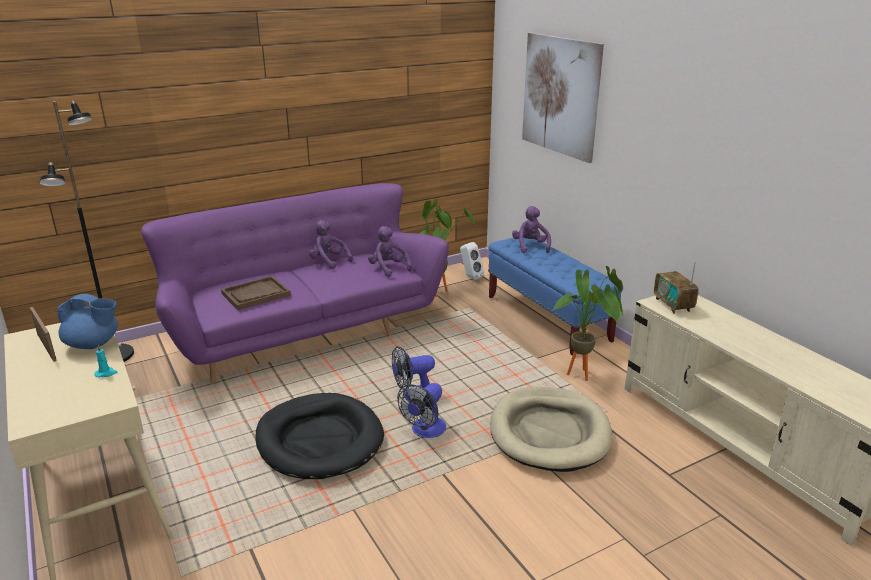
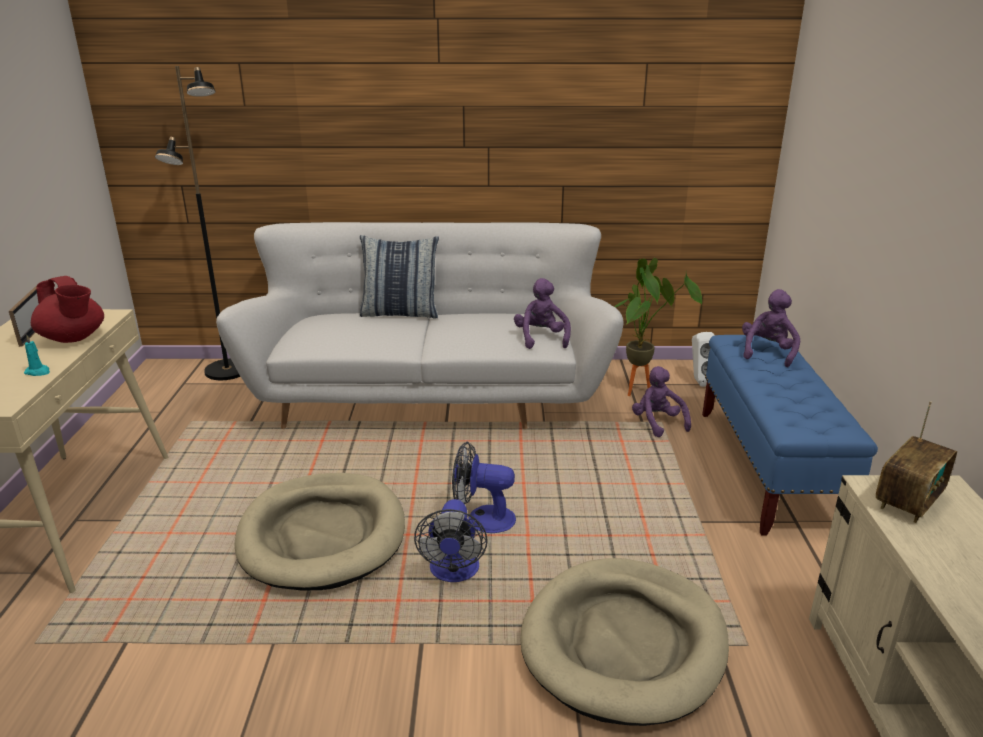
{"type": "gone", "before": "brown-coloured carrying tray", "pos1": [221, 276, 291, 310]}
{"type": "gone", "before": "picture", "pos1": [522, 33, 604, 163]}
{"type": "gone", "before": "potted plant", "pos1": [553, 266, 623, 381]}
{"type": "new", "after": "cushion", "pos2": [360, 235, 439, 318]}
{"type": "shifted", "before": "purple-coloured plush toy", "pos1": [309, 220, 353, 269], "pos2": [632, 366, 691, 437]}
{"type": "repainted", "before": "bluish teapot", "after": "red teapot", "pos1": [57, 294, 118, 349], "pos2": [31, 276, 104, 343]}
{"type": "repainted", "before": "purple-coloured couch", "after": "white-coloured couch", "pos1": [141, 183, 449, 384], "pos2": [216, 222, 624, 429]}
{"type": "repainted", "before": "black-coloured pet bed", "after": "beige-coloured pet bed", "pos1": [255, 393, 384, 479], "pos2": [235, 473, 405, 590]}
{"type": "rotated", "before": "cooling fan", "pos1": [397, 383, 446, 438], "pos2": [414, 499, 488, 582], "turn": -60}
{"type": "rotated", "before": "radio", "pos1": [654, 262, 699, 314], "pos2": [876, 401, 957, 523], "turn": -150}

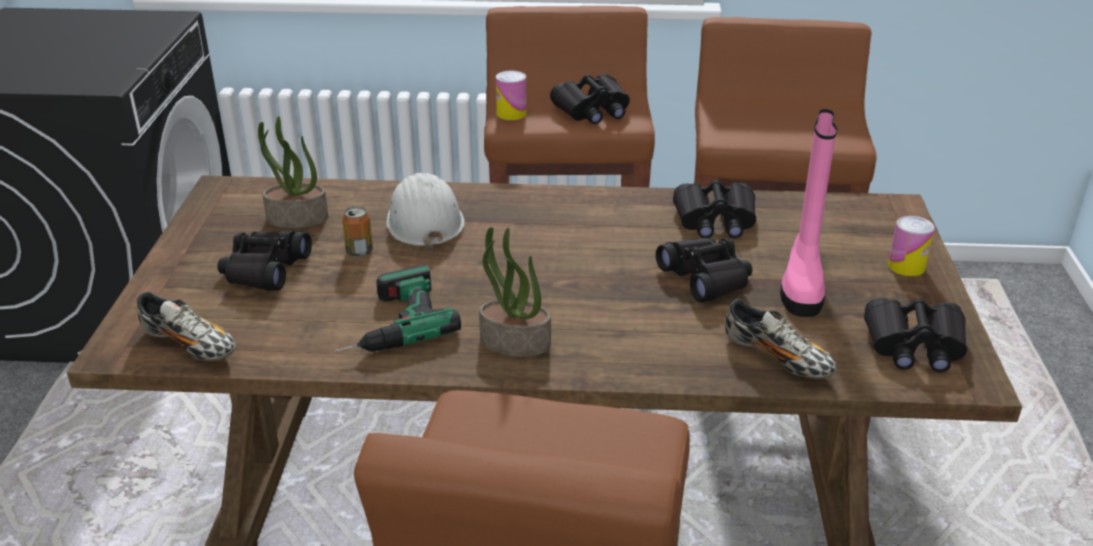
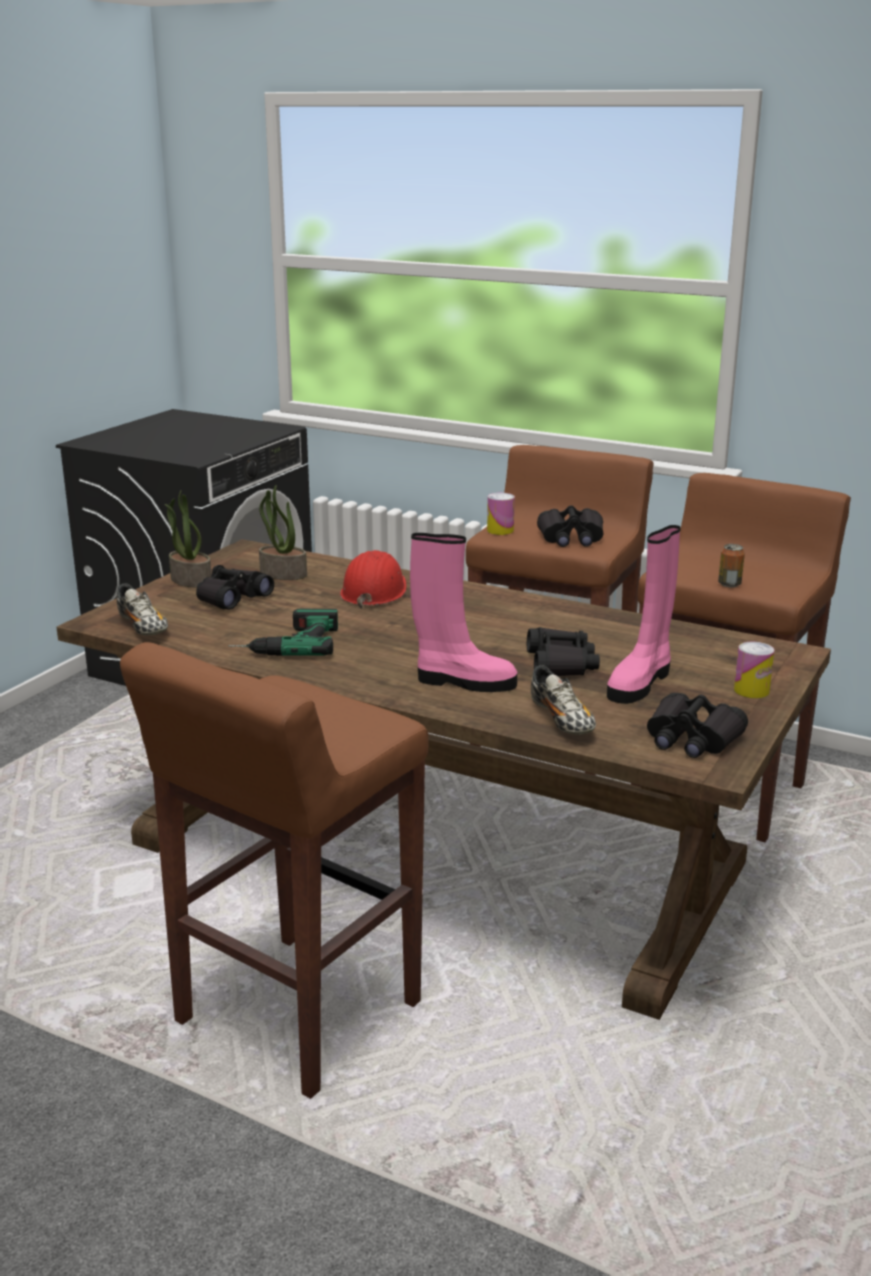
{"type": "gone", "before": "black-coloured field glasses", "pos1": [673, 180, 756, 238]}
{"type": "new", "after": "pinkish boot", "pos2": [410, 533, 517, 692]}
{"type": "shifted", "before": "can", "pos1": [342, 206, 373, 257], "pos2": [718, 544, 745, 587]}
{"type": "shifted", "before": "potted plant", "pos1": [479, 227, 551, 356], "pos2": [165, 491, 211, 588]}
{"type": "repainted", "before": "white-coloured work helmet", "after": "red work helmet", "pos1": [386, 173, 465, 250], "pos2": [340, 550, 406, 609]}

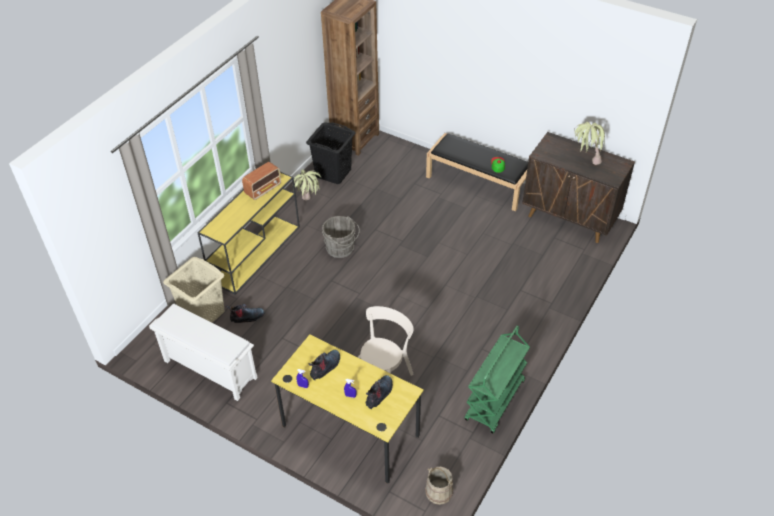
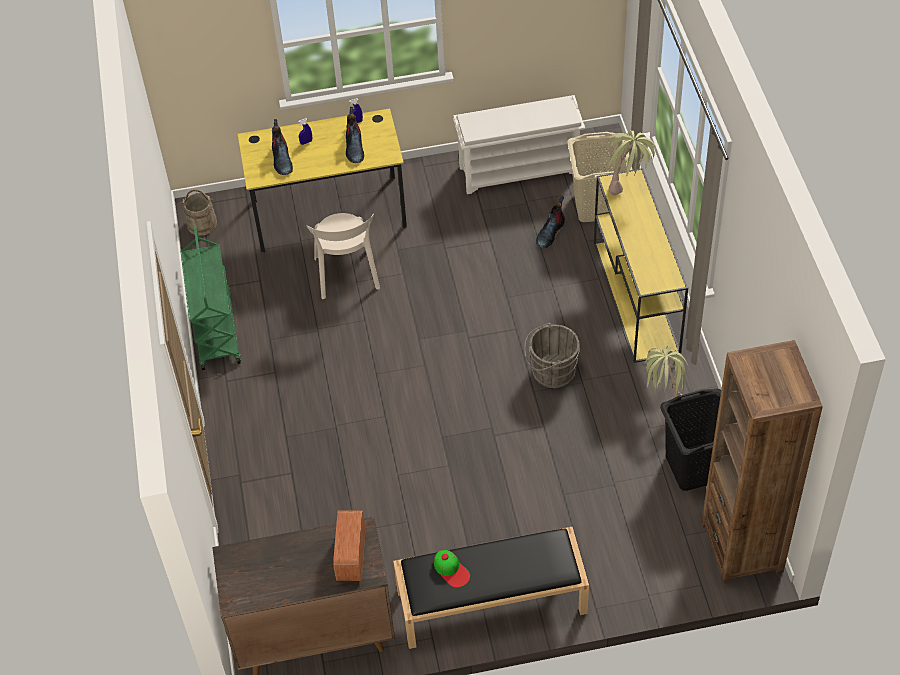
{"type": "shifted", "before": "radio", "pos1": [242, 162, 281, 200], "pos2": [333, 510, 365, 581]}
{"type": "shifted", "before": "potted plant", "pos1": [574, 122, 605, 165], "pos2": [608, 131, 657, 195]}

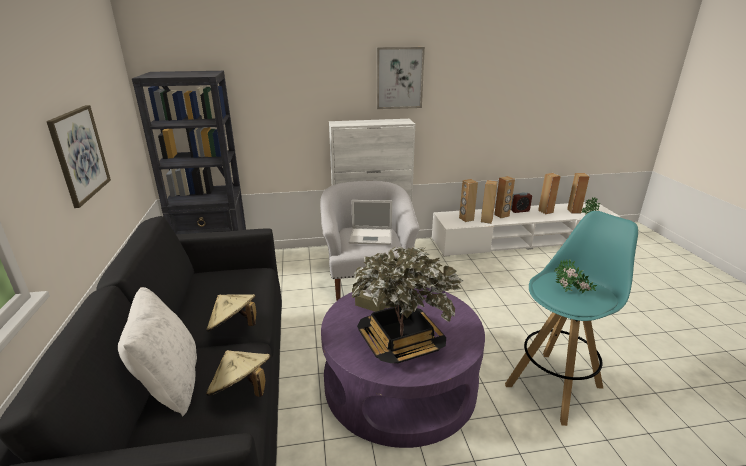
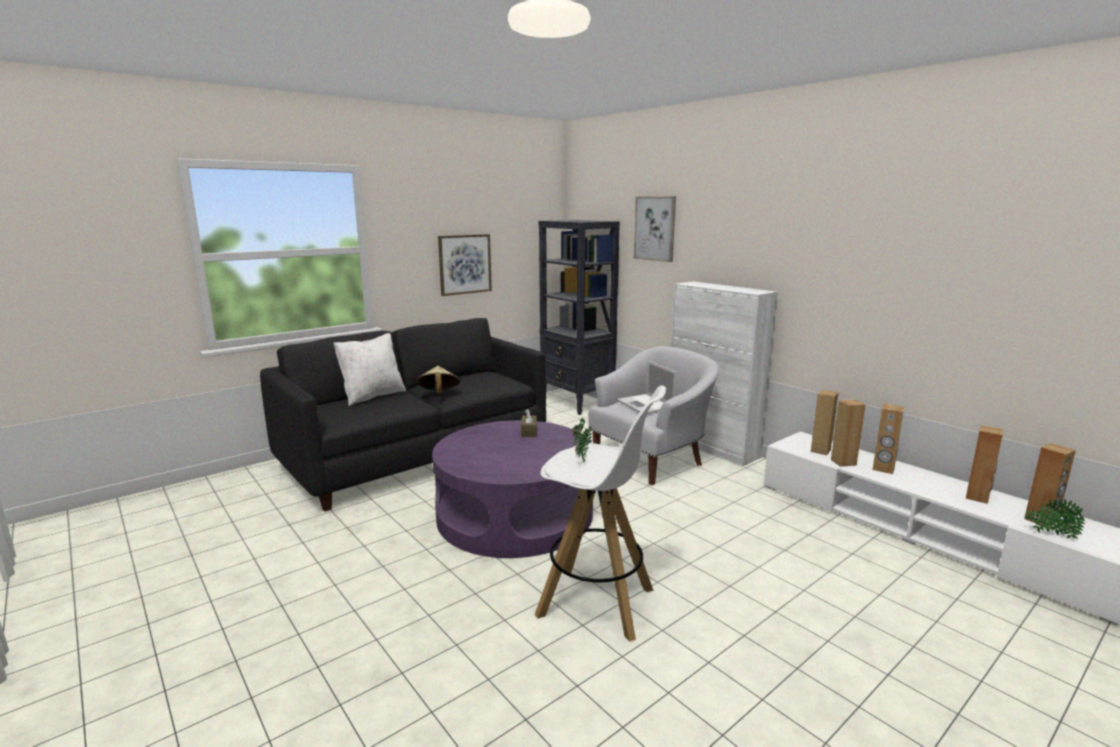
{"type": "gone", "before": "beige-coloured hat", "pos1": [206, 350, 270, 397]}
{"type": "gone", "before": "potted plant", "pos1": [351, 246, 463, 363]}
{"type": "gone", "before": "bedside clock", "pos1": [511, 192, 532, 213]}
{"type": "shifted", "before": "picture", "pos1": [377, 47, 425, 109], "pos2": [634, 196, 676, 262]}
{"type": "repainted", "before": "turquoise stool", "after": "white-coloured stool", "pos1": [505, 211, 638, 426], "pos2": [535, 386, 667, 642]}

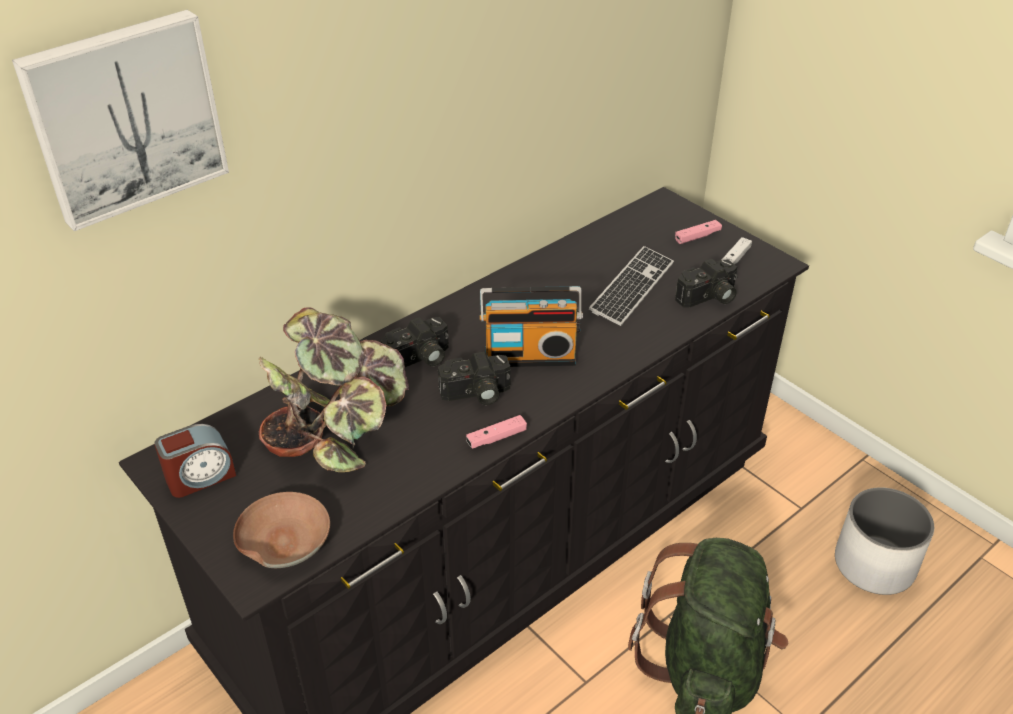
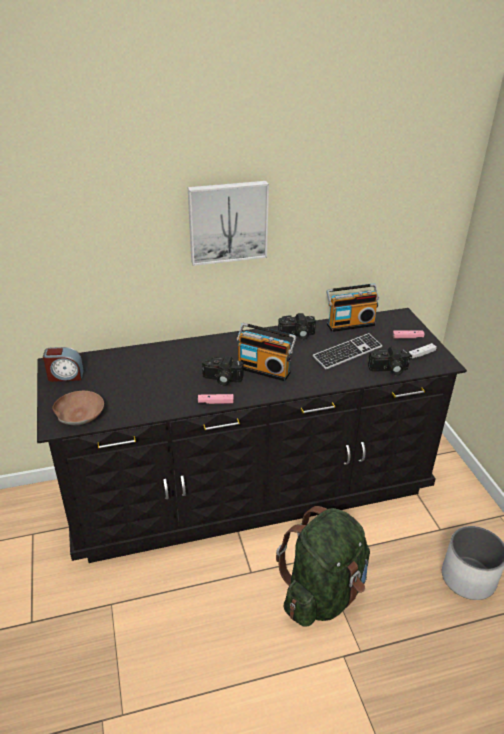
{"type": "gone", "before": "potted plant", "pos1": [259, 307, 409, 472]}
{"type": "new", "after": "radio", "pos2": [326, 283, 379, 332]}
{"type": "shifted", "before": "picture", "pos1": [12, 10, 229, 231], "pos2": [188, 181, 269, 266]}
{"type": "shifted", "before": "still camera", "pos1": [380, 317, 449, 367], "pos2": [278, 313, 316, 339]}

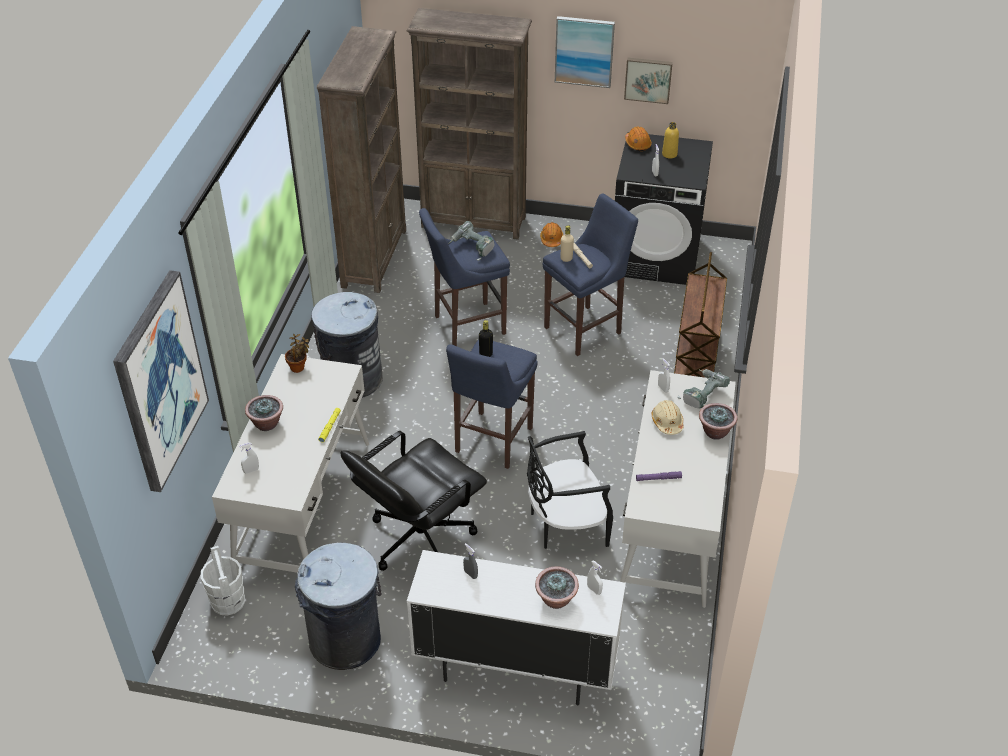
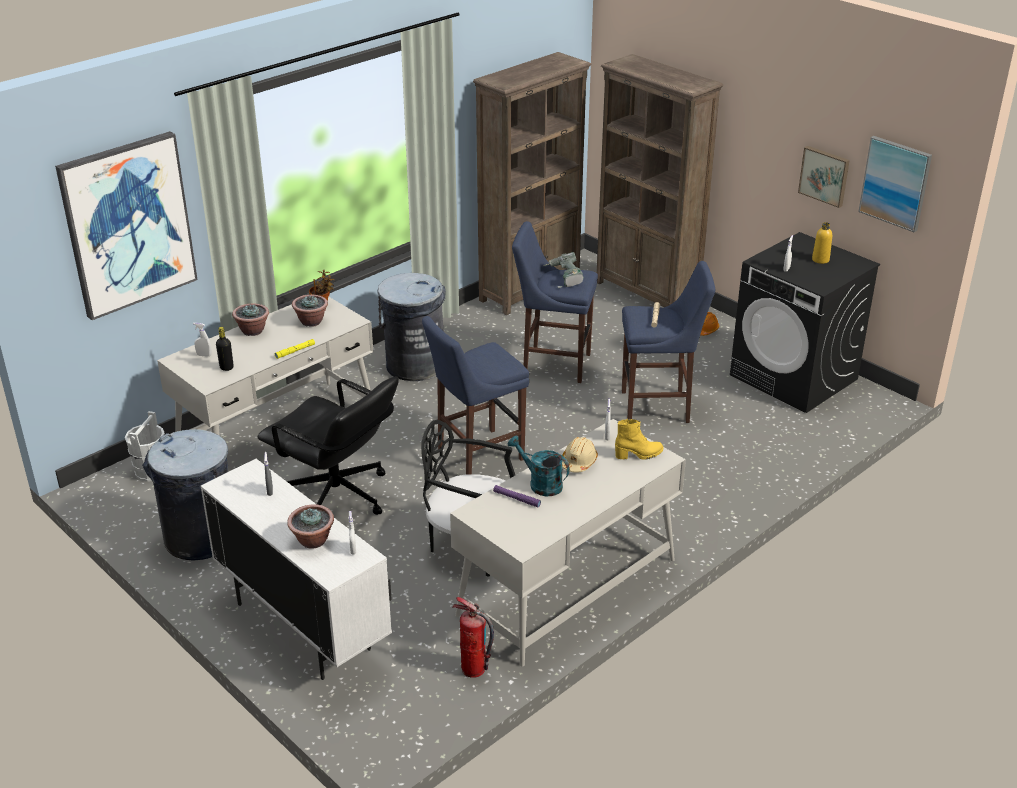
{"type": "gone", "before": "beige-coloured bottle", "pos1": [561, 225, 574, 262]}
{"type": "gone", "before": "orangey work helmet", "pos1": [625, 126, 652, 151]}
{"type": "gone", "before": "brown-coloured trolley", "pos1": [674, 252, 727, 378]}
{"type": "new", "after": "fire extinguisher", "pos2": [453, 597, 494, 678]}
{"type": "new", "after": "turquoise watering can", "pos2": [507, 435, 570, 496]}
{"type": "shifted", "before": "black-coloured bottle", "pos1": [479, 320, 493, 357], "pos2": [216, 327, 234, 371]}
{"type": "shifted", "before": "picture", "pos1": [555, 16, 615, 88], "pos2": [858, 136, 932, 232]}
{"type": "shifted", "before": "potted plant", "pos1": [699, 403, 737, 440], "pos2": [292, 295, 328, 326]}
{"type": "swapped", "before": "power drill", "after": "yellow-coloured boot", "pos1": [677, 369, 730, 408], "pos2": [615, 419, 663, 460]}
{"type": "rotated", "before": "black-coloured computer chair", "pos1": [340, 431, 487, 571], "pos2": [257, 377, 399, 515], "turn": -135}

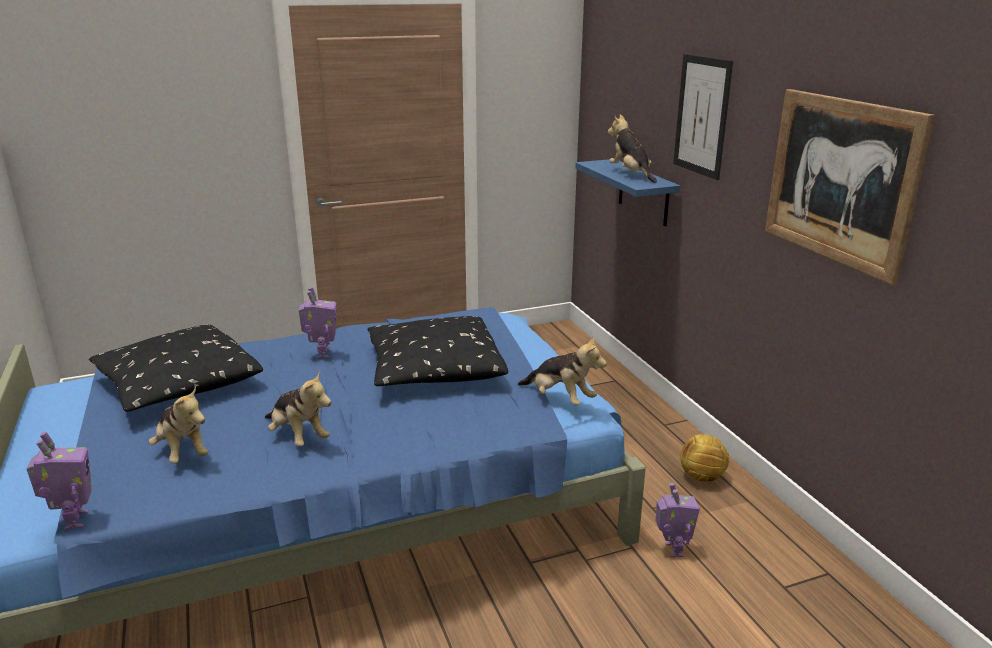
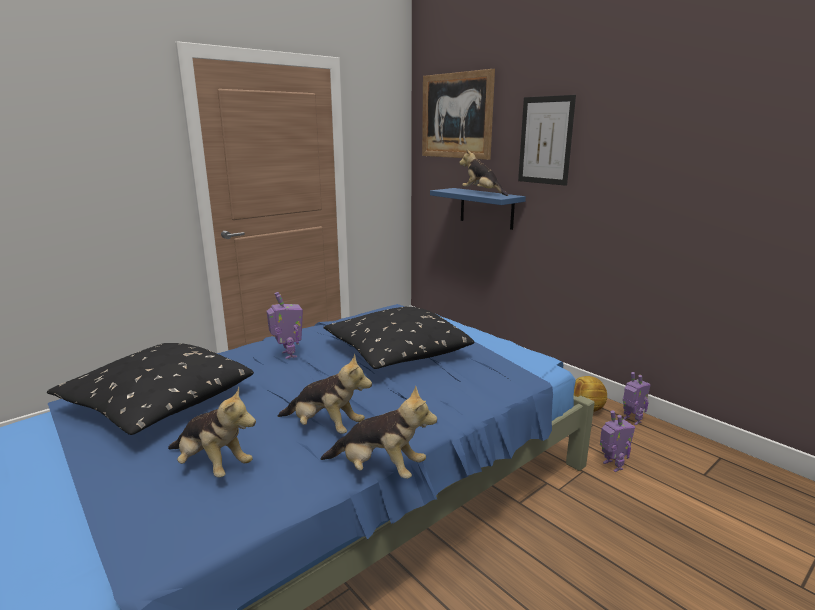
{"type": "shifted", "before": "model robot", "pos1": [27, 432, 92, 530], "pos2": [623, 372, 650, 425]}
{"type": "shifted", "before": "plush toy", "pos1": [518, 335, 607, 405], "pos2": [321, 385, 437, 479]}
{"type": "shifted", "before": "picture", "pos1": [765, 89, 935, 285], "pos2": [422, 69, 495, 160]}

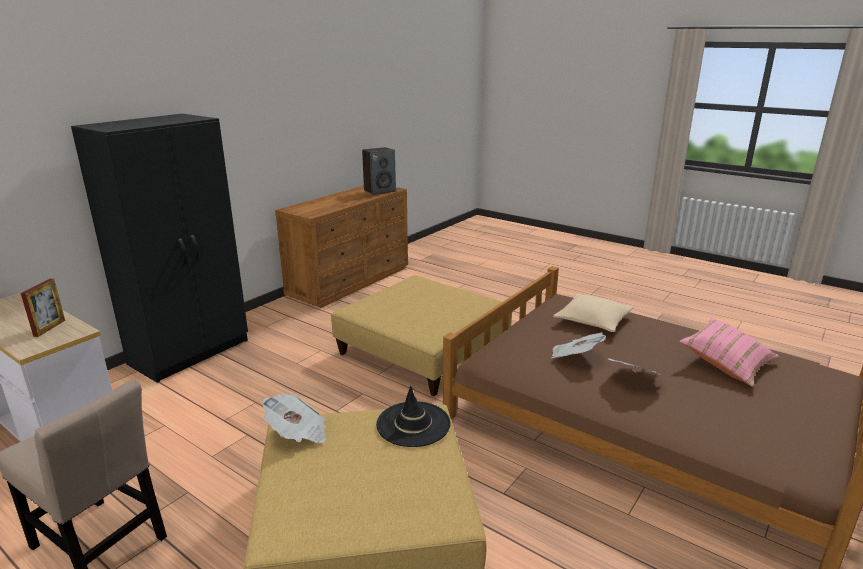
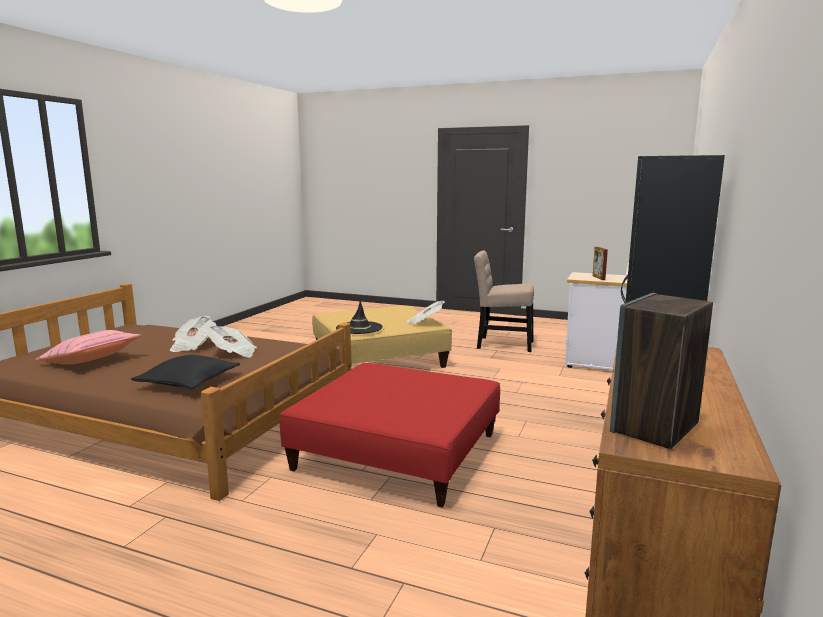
{"type": "repainted", "before": "beige-coloured ottoman", "after": "red ottoman", "pos1": [331, 276, 512, 396], "pos2": [279, 363, 500, 508]}
{"type": "repainted", "before": "beige-coloured cushion", "after": "black-coloured cushion", "pos1": [553, 294, 634, 332], "pos2": [131, 355, 240, 389]}

